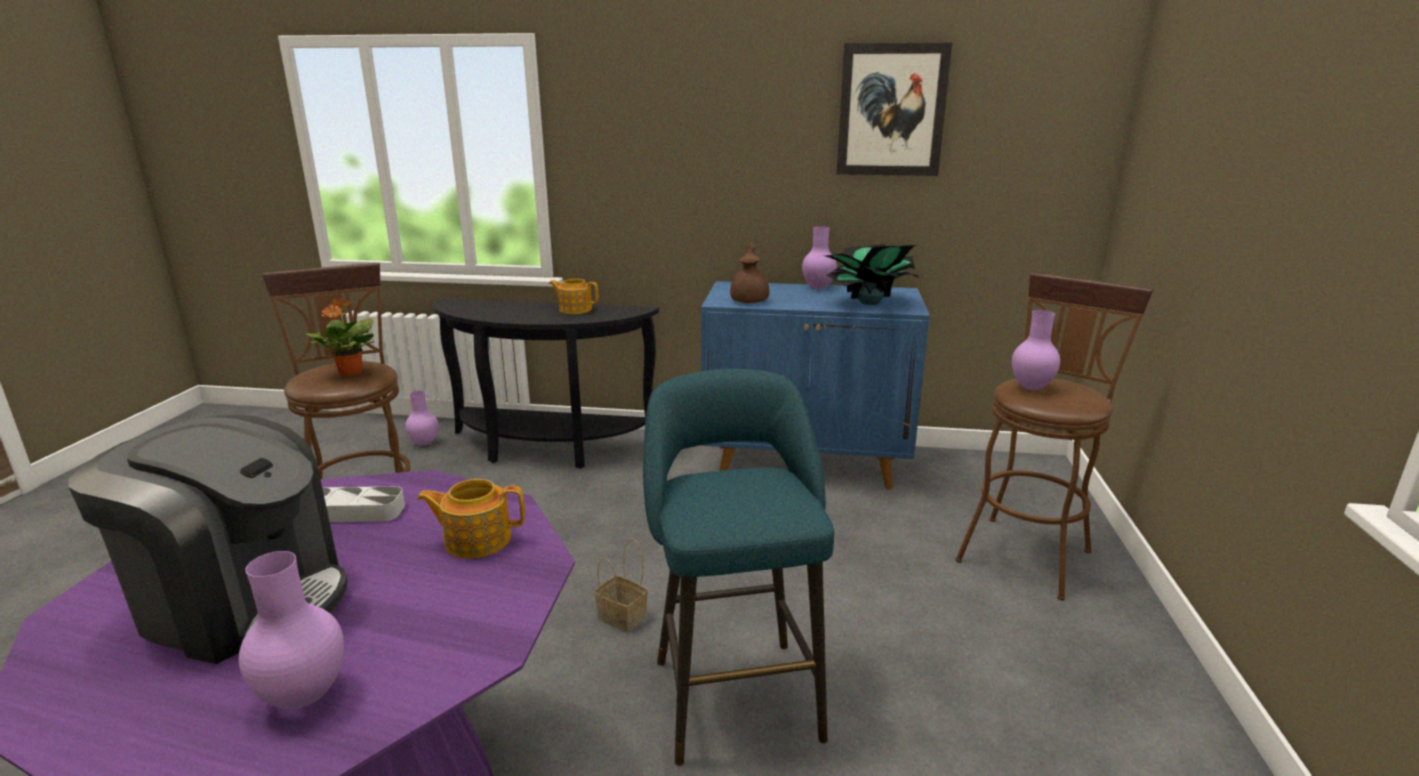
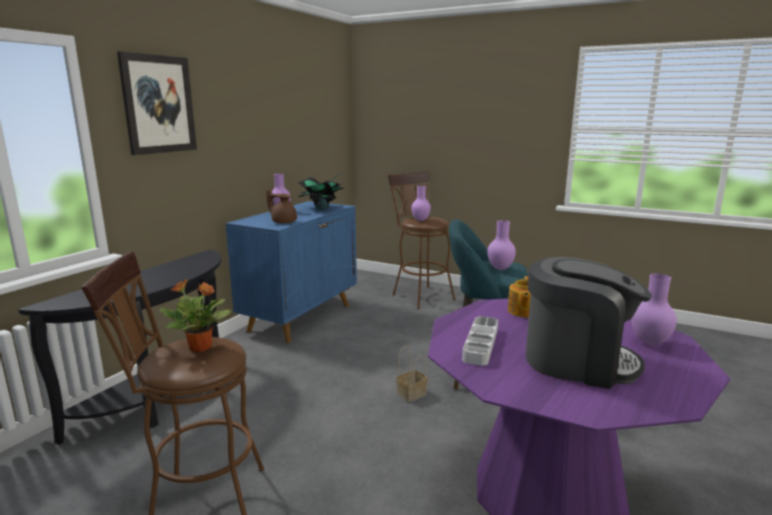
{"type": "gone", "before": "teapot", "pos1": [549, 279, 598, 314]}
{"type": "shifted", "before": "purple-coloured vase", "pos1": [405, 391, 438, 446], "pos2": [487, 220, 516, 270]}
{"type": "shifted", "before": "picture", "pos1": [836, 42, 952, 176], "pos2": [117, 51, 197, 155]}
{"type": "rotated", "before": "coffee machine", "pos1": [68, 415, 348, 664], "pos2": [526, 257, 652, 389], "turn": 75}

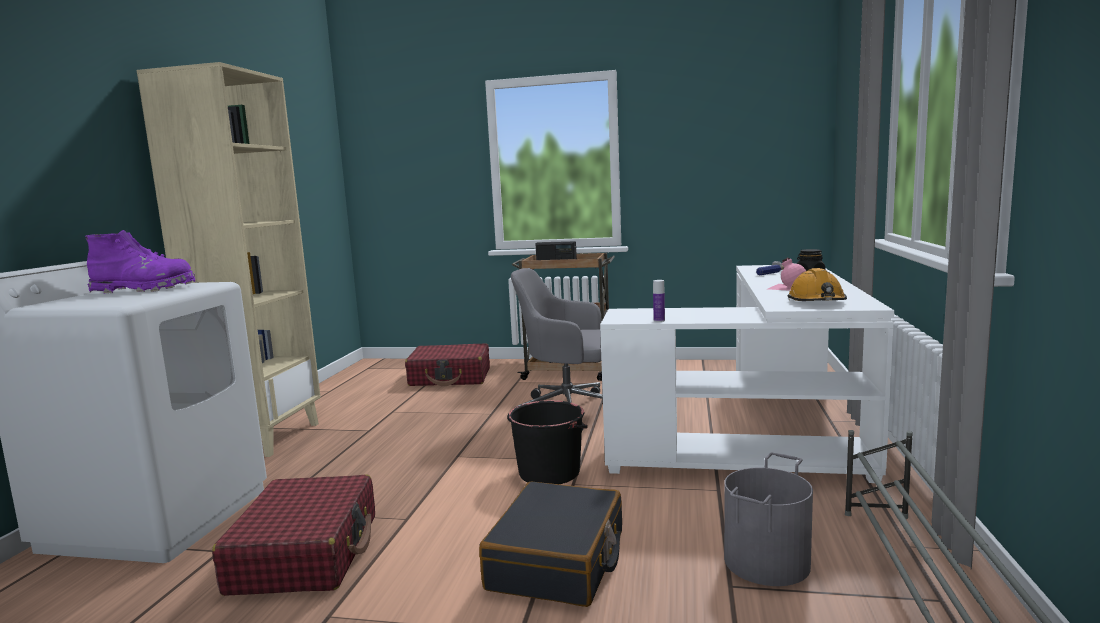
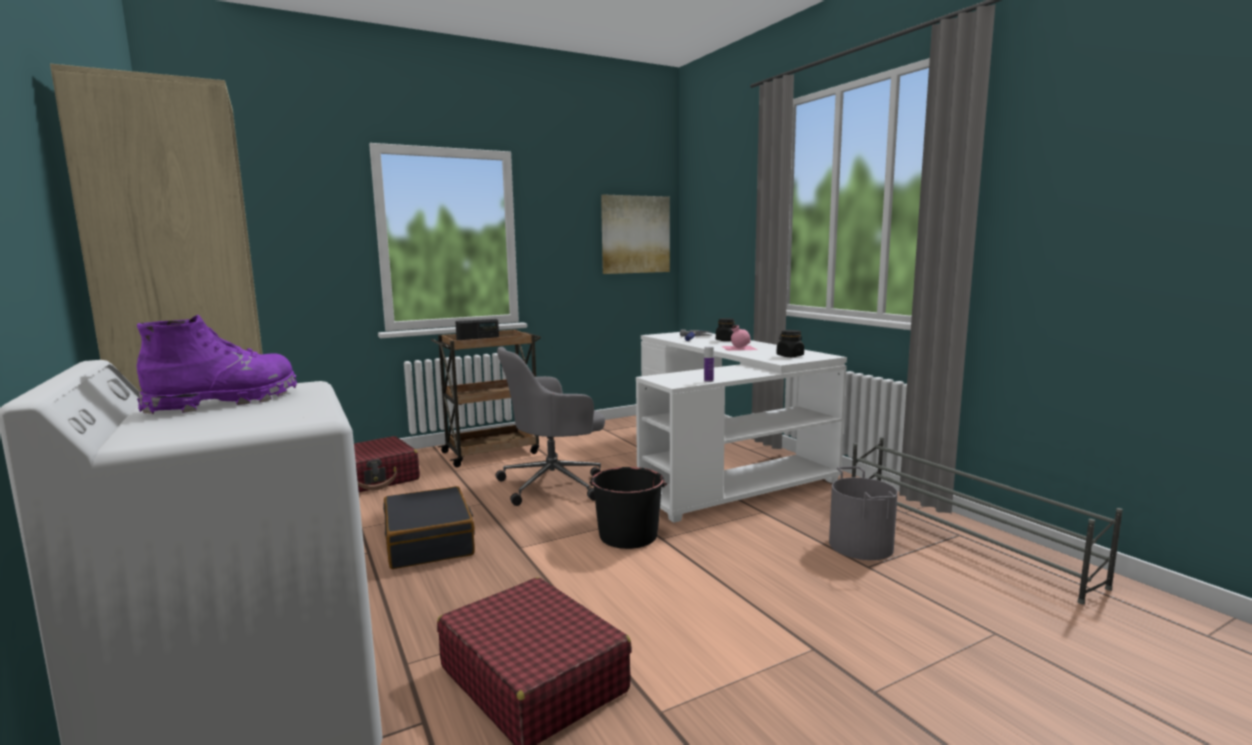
{"type": "new", "after": "picture", "pos2": [601, 194, 670, 274]}
{"type": "shifted", "before": "black-coloured piece of luggage", "pos1": [479, 482, 622, 607], "pos2": [383, 486, 475, 569]}
{"type": "swapped", "before": "orangey work helmet", "after": "black-coloured storage jar", "pos1": [787, 268, 847, 301], "pos2": [777, 330, 804, 357]}

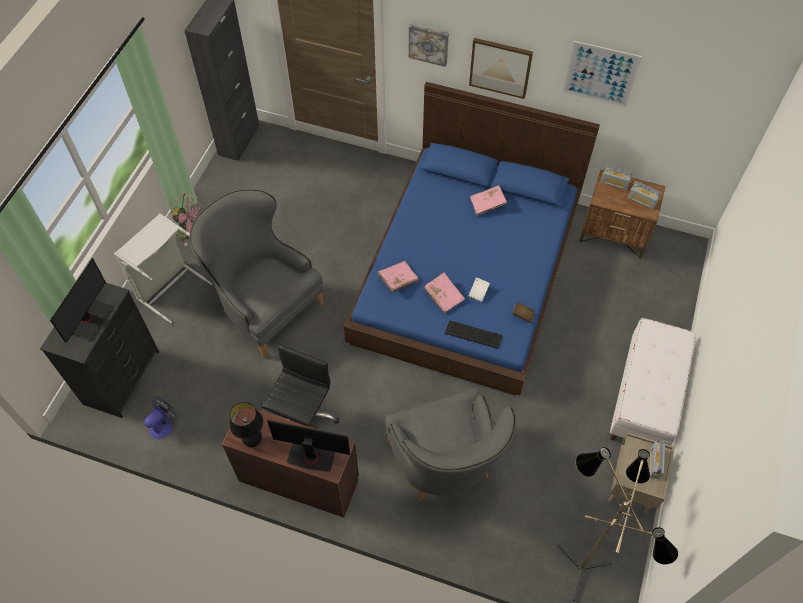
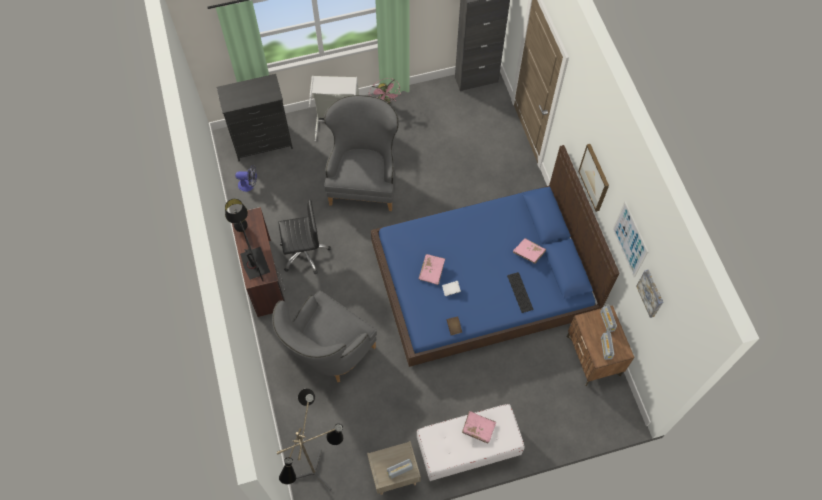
{"type": "gone", "before": "monitor", "pos1": [50, 258, 113, 343]}
{"type": "shifted", "before": "pinkish book", "pos1": [378, 261, 418, 292], "pos2": [462, 411, 496, 444]}
{"type": "shifted", "before": "picture", "pos1": [409, 23, 449, 67], "pos2": [636, 270, 663, 318]}
{"type": "shifted", "before": "PC keyboard", "pos1": [445, 320, 503, 349], "pos2": [507, 272, 534, 313]}

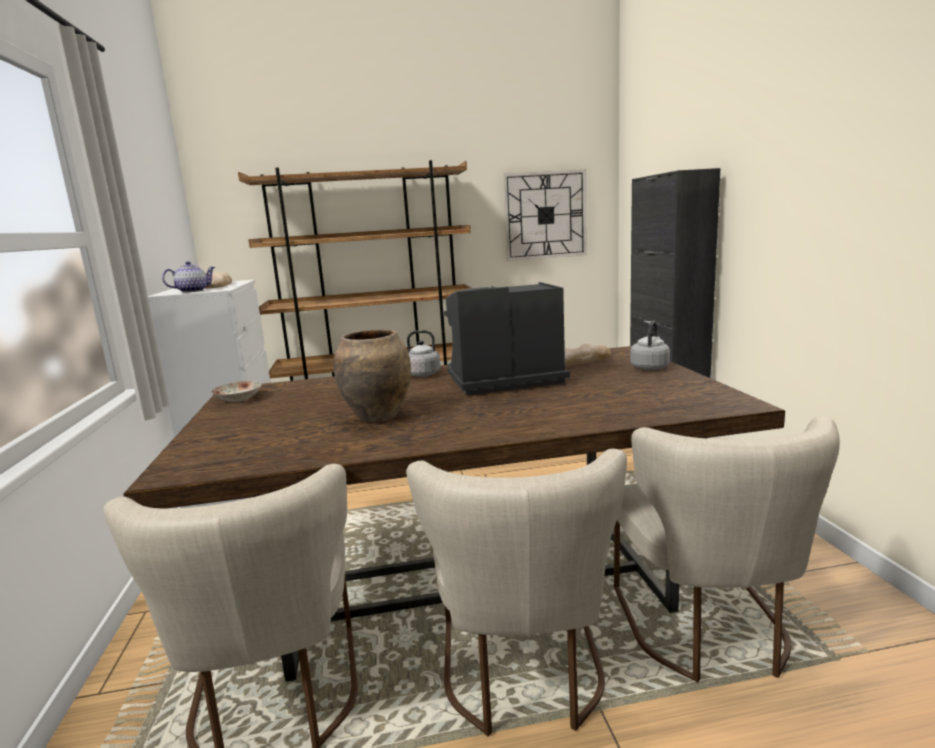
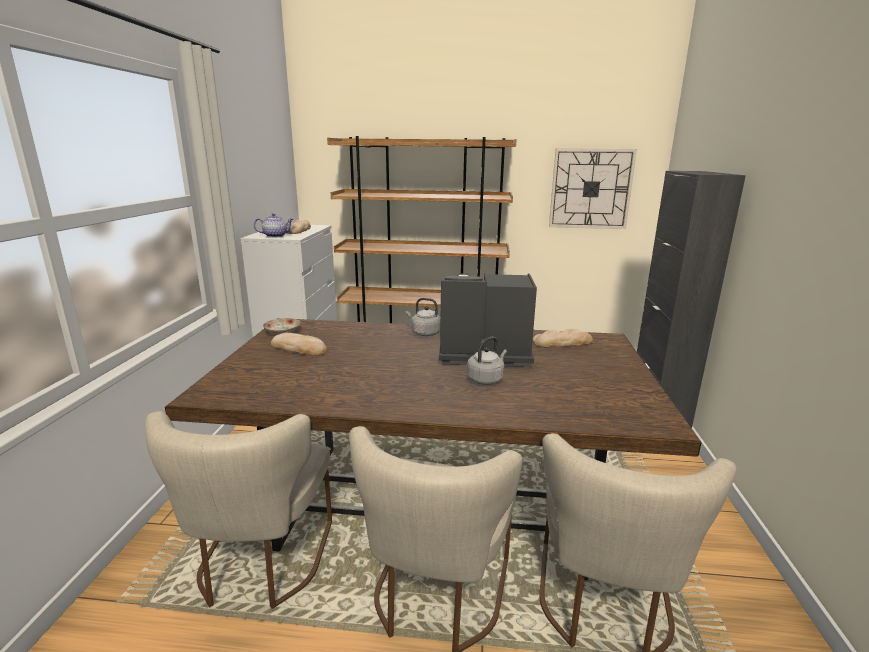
{"type": "gone", "before": "brown-coloured vase", "pos1": [333, 329, 411, 423]}
{"type": "new", "after": "bakery bread", "pos2": [271, 333, 327, 356]}
{"type": "shifted", "before": "greyish tea kettle", "pos1": [630, 321, 670, 370], "pos2": [467, 337, 507, 385]}

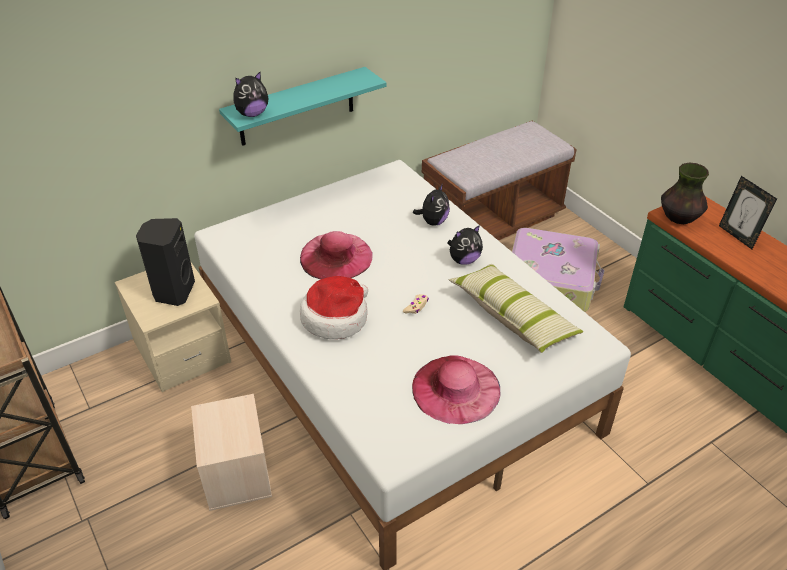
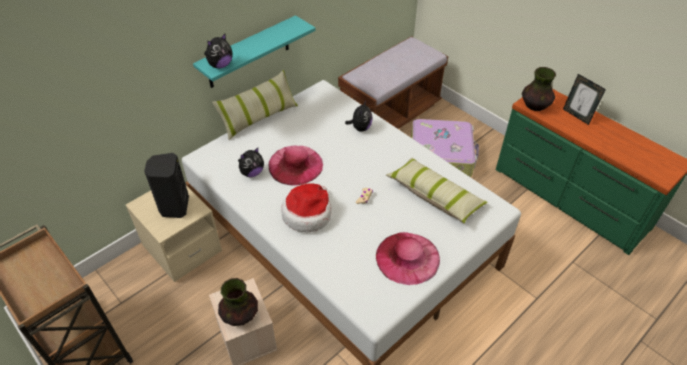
{"type": "new", "after": "cushion", "pos2": [212, 70, 298, 140]}
{"type": "new", "after": "vase", "pos2": [218, 278, 258, 326]}
{"type": "shifted", "before": "plush toy", "pos1": [448, 225, 483, 265], "pos2": [238, 148, 264, 177]}

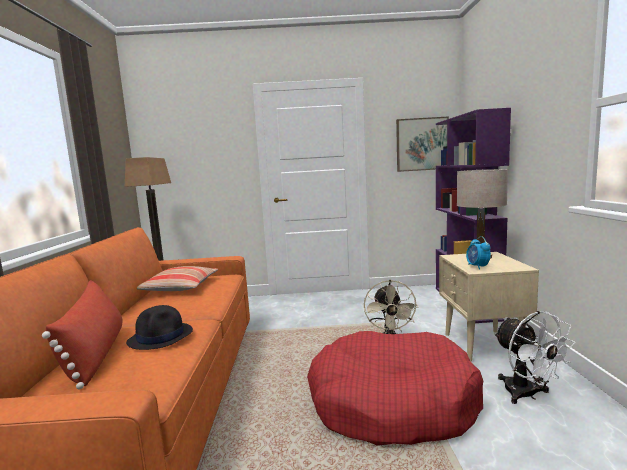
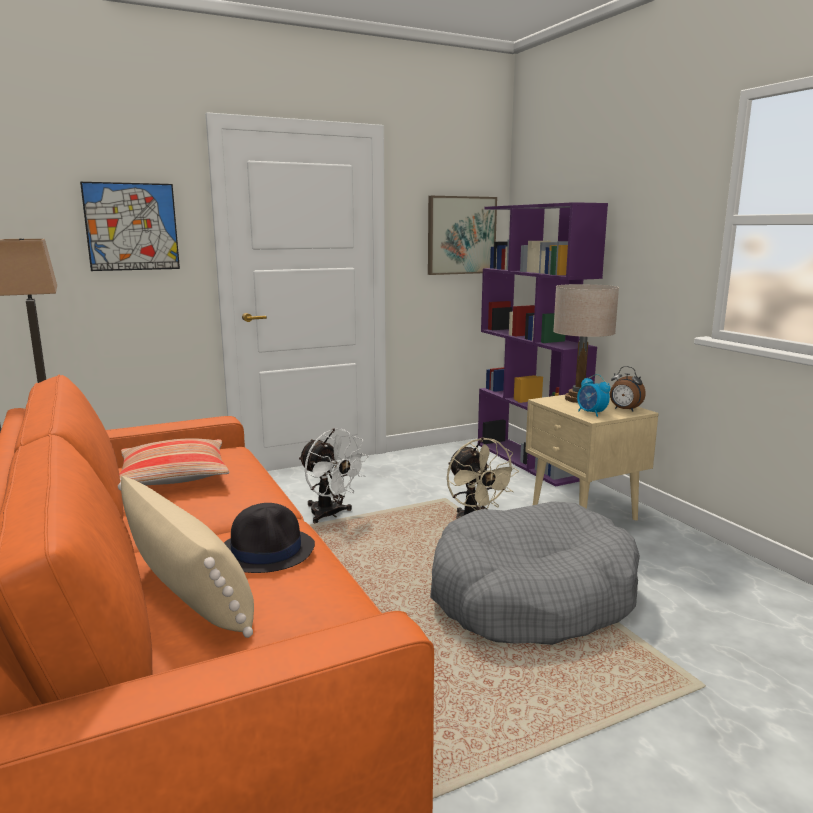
{"type": "new", "after": "picture", "pos2": [80, 182, 180, 271]}
{"type": "new", "after": "bedside clock", "pos2": [610, 366, 646, 412]}
{"type": "shifted", "before": "white-coloured cooling fan", "pos1": [494, 311, 575, 404], "pos2": [298, 428, 369, 523]}
{"type": "repainted", "before": "red cushion", "after": "beige-coloured cushion", "pos1": [42, 280, 122, 390], "pos2": [118, 476, 254, 638]}
{"type": "repainted", "before": "red pet bed", "after": "greyish pet bed", "pos1": [307, 331, 483, 446], "pos2": [430, 501, 640, 645]}

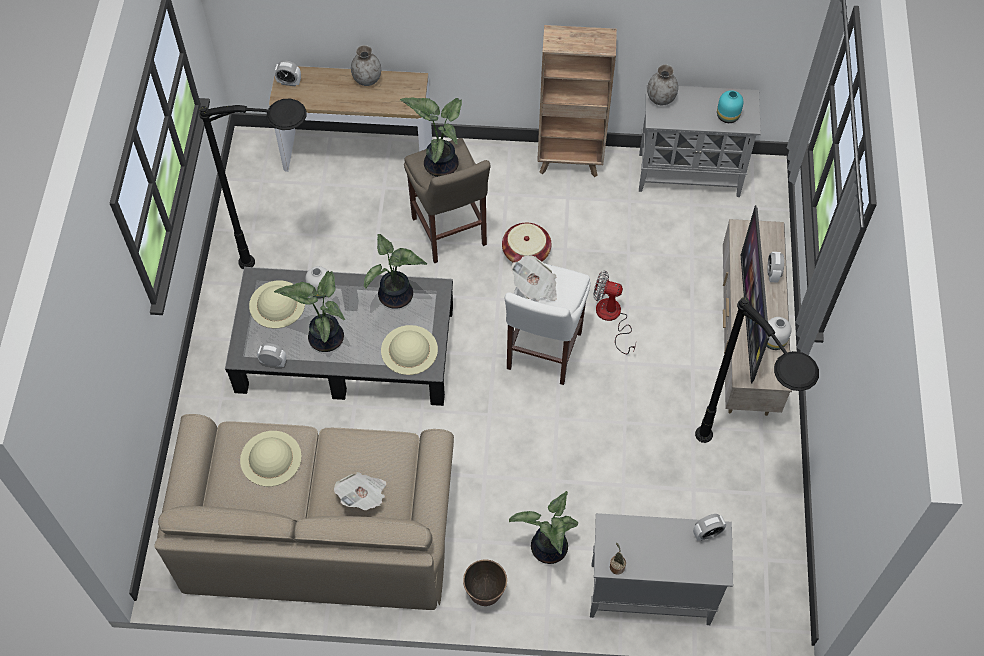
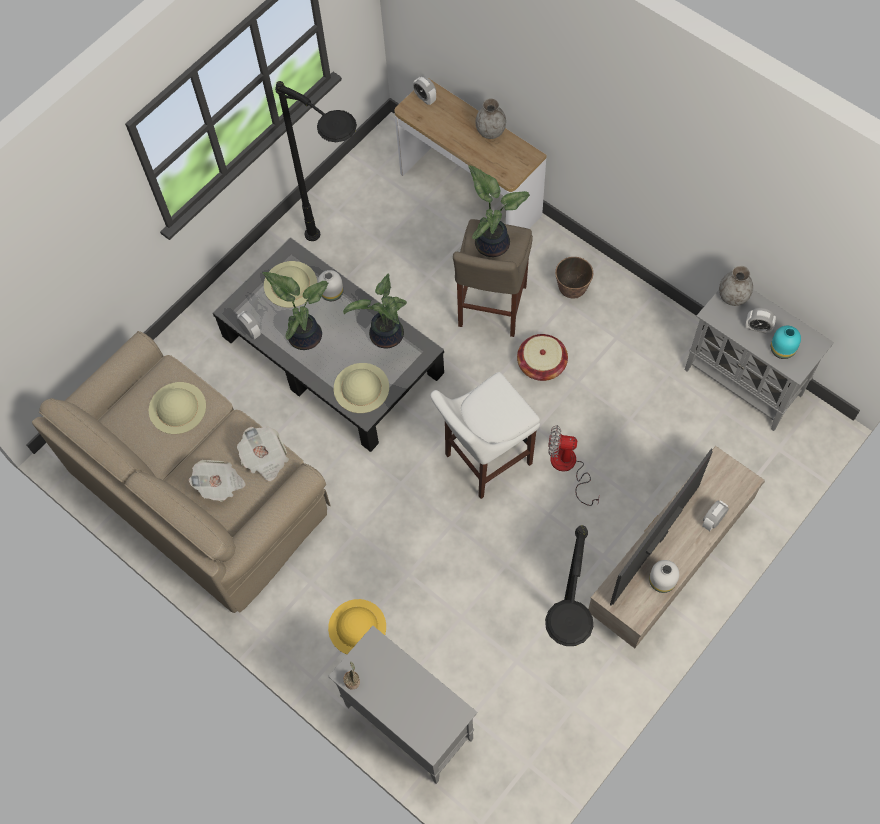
{"type": "gone", "before": "brown-coloured bookcase", "pos1": [537, 25, 617, 177]}
{"type": "shifted", "before": "flower pot", "pos1": [463, 560, 507, 606], "pos2": [555, 257, 593, 298]}
{"type": "shifted", "before": "newspaper", "pos1": [511, 256, 557, 301], "pos2": [237, 426, 289, 481]}
{"type": "shifted", "before": "bedside clock", "pos1": [693, 514, 726, 541], "pos2": [745, 308, 776, 334]}
{"type": "swapped", "before": "potted plant", "after": "yellow-coloured hat", "pos1": [509, 491, 578, 564], "pos2": [328, 599, 386, 654]}
{"type": "rotated", "before": "cooling fan", "pos1": [593, 271, 636, 354], "pos2": [548, 425, 600, 506], "turn": -45}

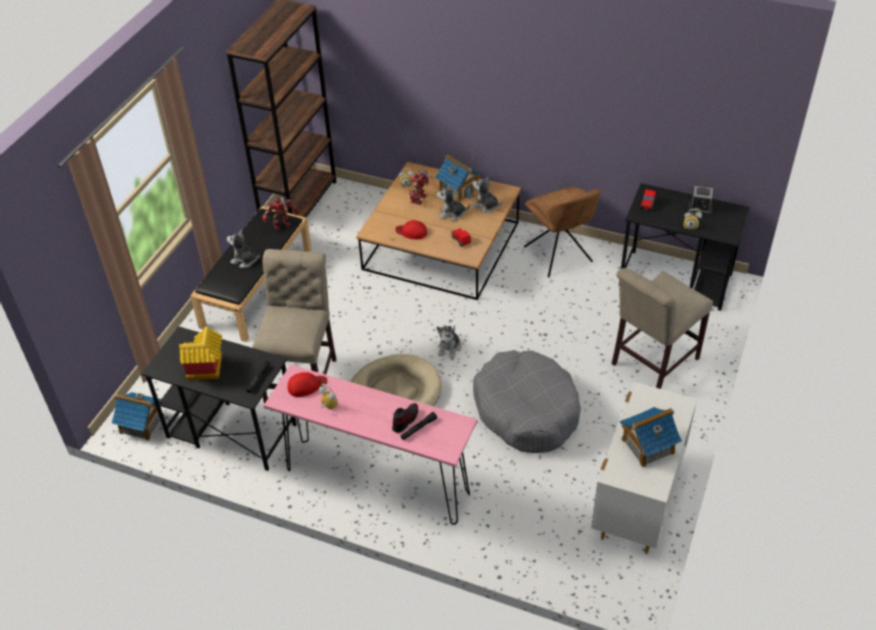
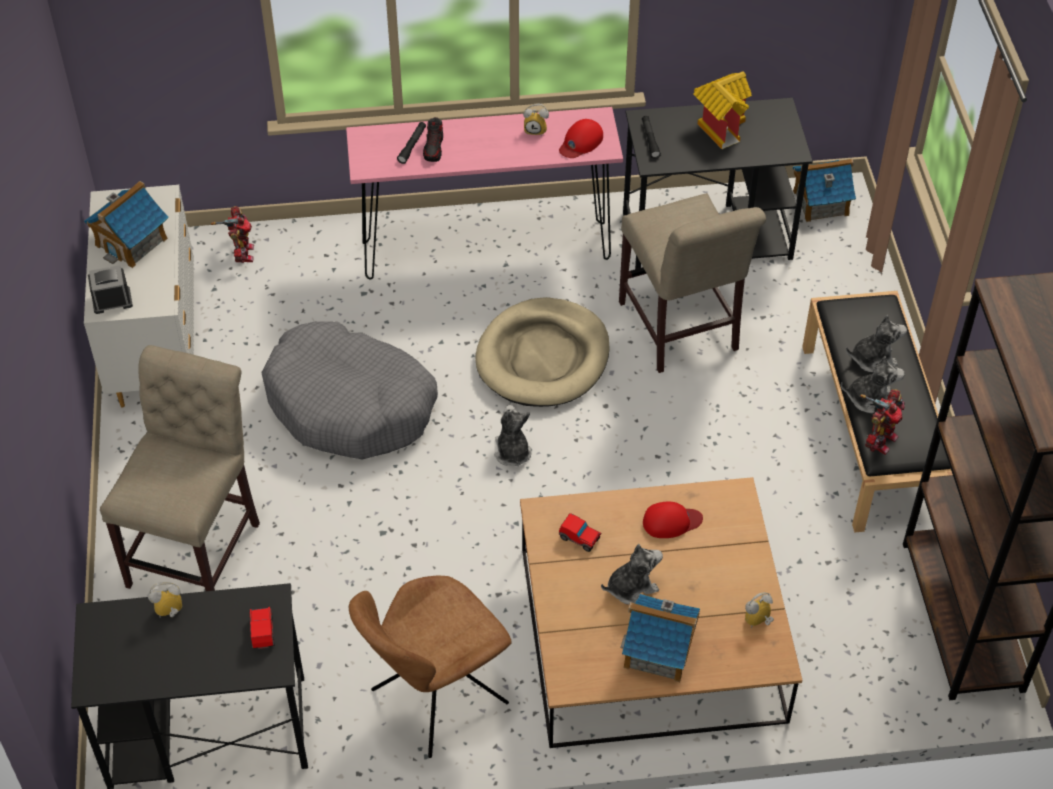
{"type": "shifted", "before": "model robot", "pos1": [409, 170, 434, 205], "pos2": [211, 206, 254, 263]}
{"type": "shifted", "before": "plush toy", "pos1": [472, 176, 502, 213], "pos2": [841, 356, 905, 414]}
{"type": "shifted", "before": "bedside clock", "pos1": [688, 186, 714, 215], "pos2": [88, 265, 133, 314]}
{"type": "rotated", "before": "brown-coloured plain chair", "pos1": [524, 187, 601, 277], "pos2": [349, 575, 512, 758], "turn": -75}

